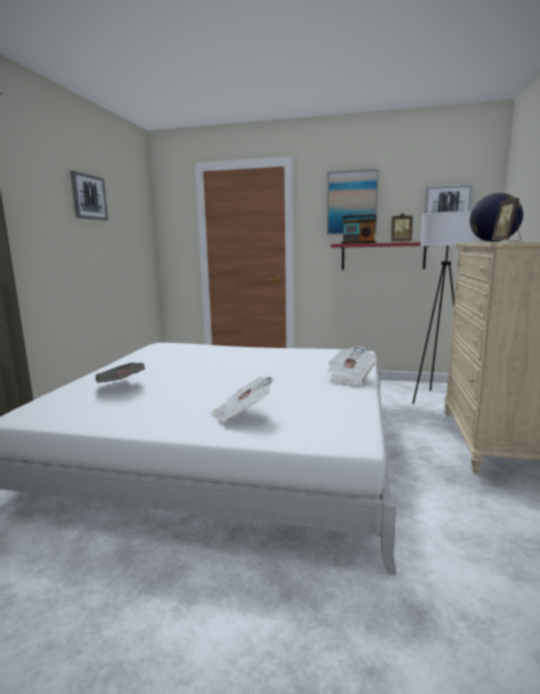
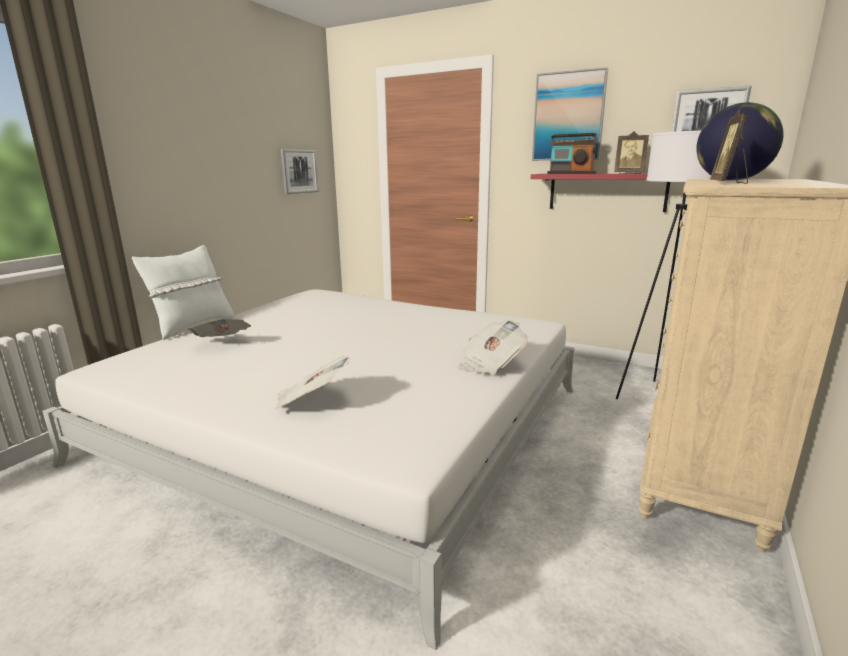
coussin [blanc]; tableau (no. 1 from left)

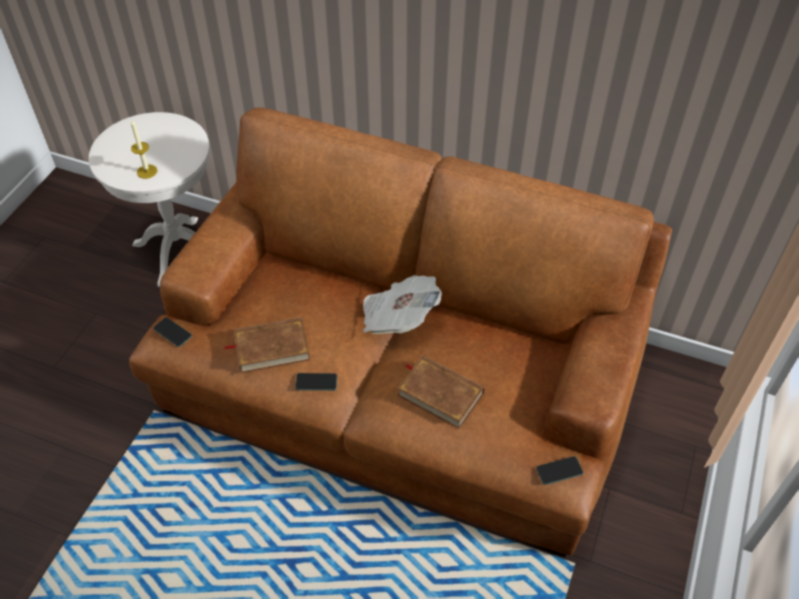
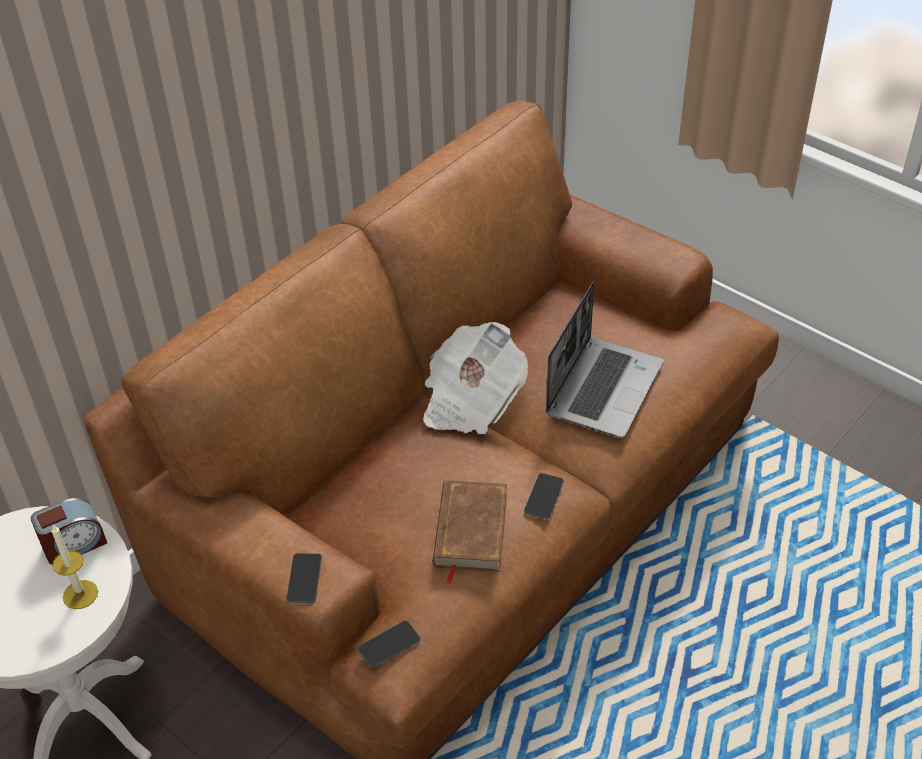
réveil; téléphone (no. 1 from left); ordinateur portable

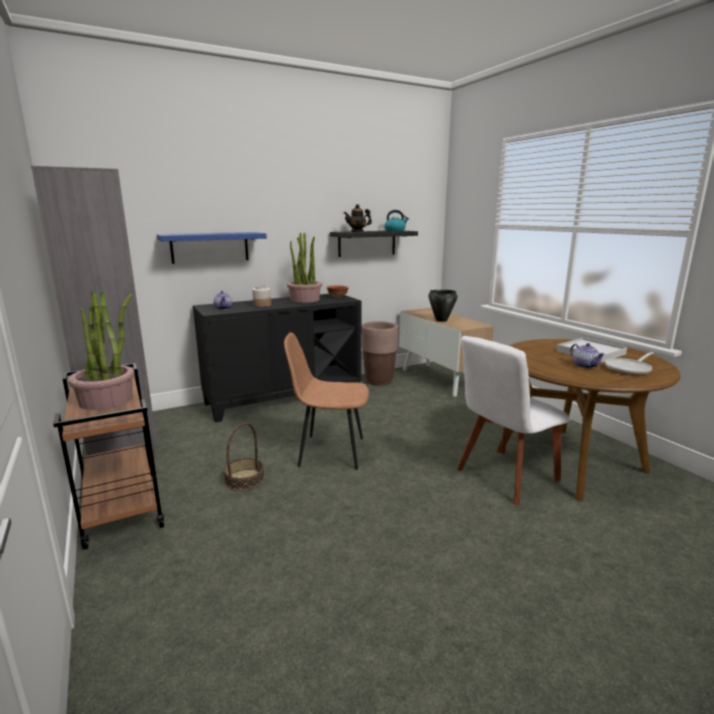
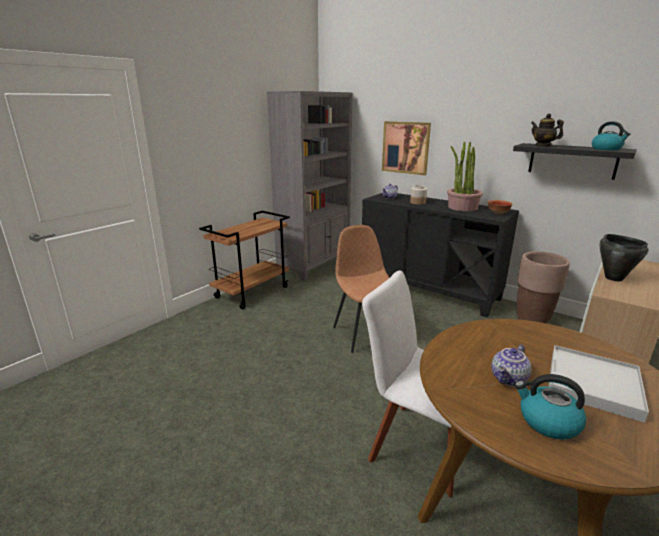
tableau; bouilloire (no. 1 from left); plante en pot (no. 1 from left in the first image); panier

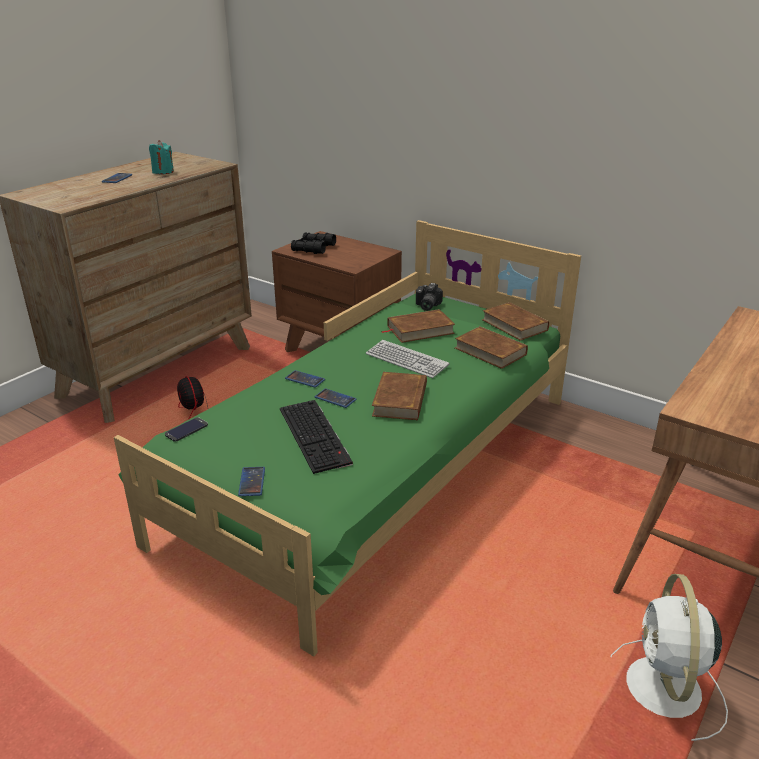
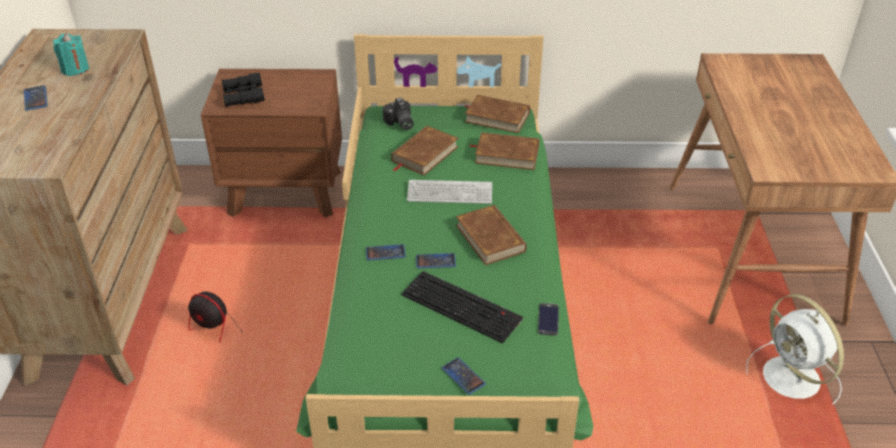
téléphone (no. 5 from left)

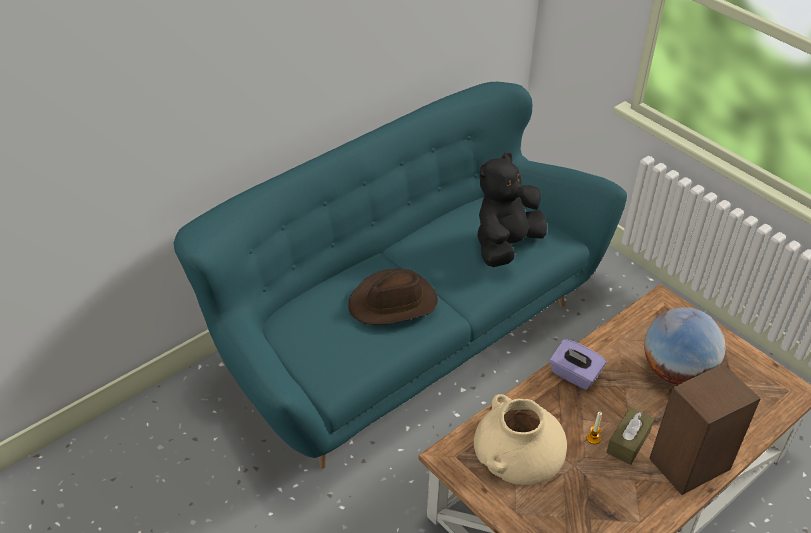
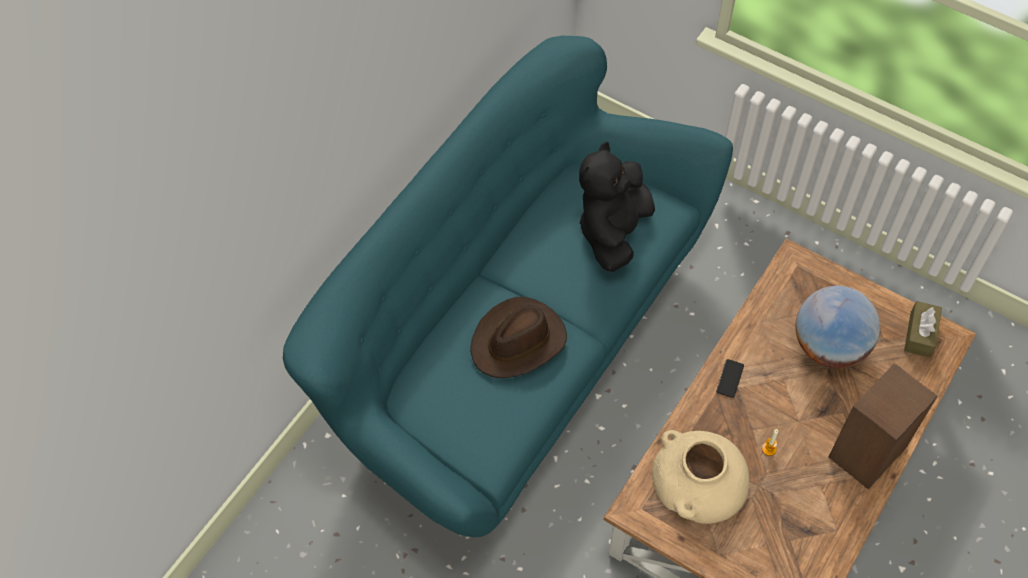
téléphone; boîte à mouchoirs [marron]

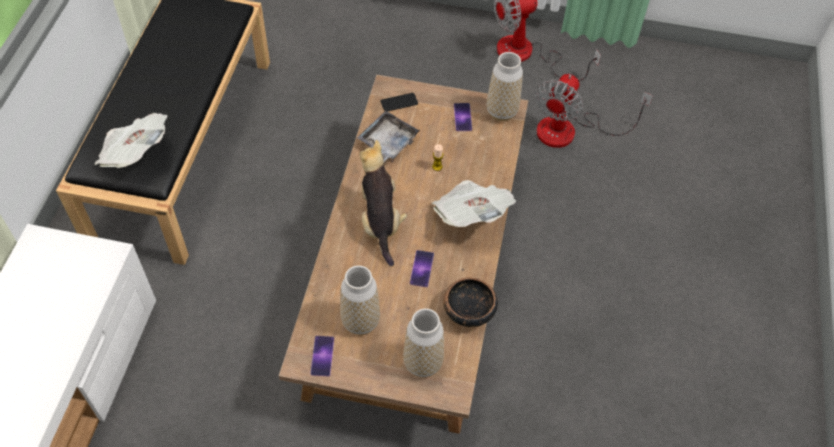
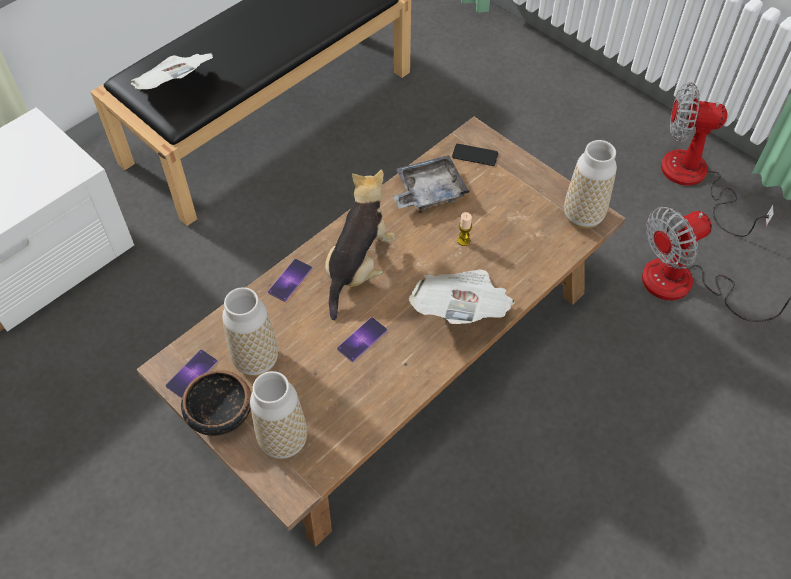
bol; téléphone (no. 2 from left)

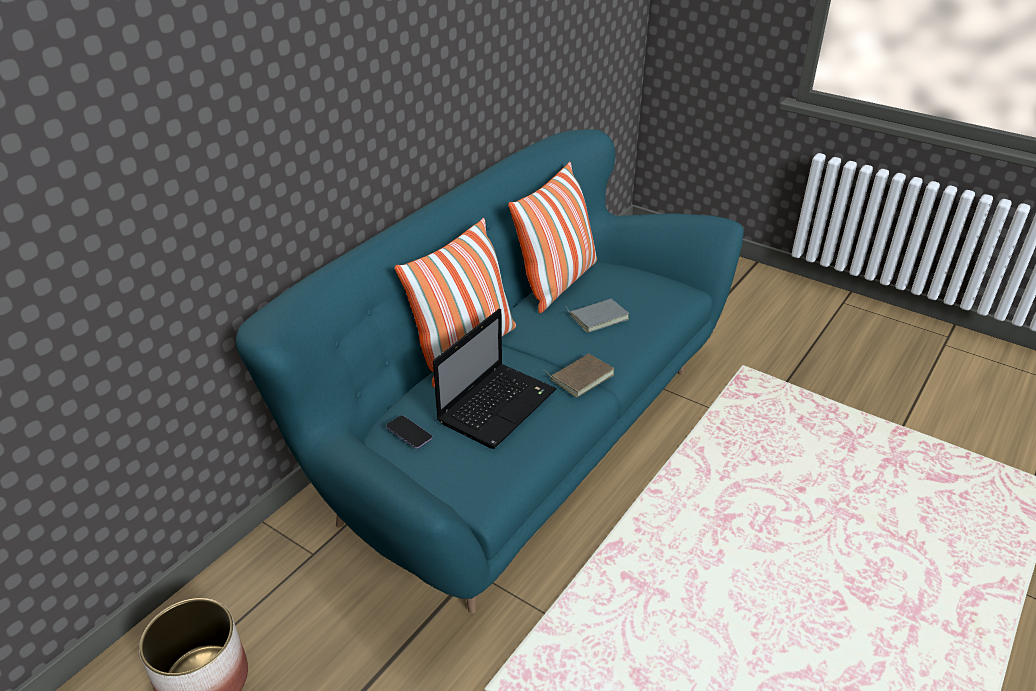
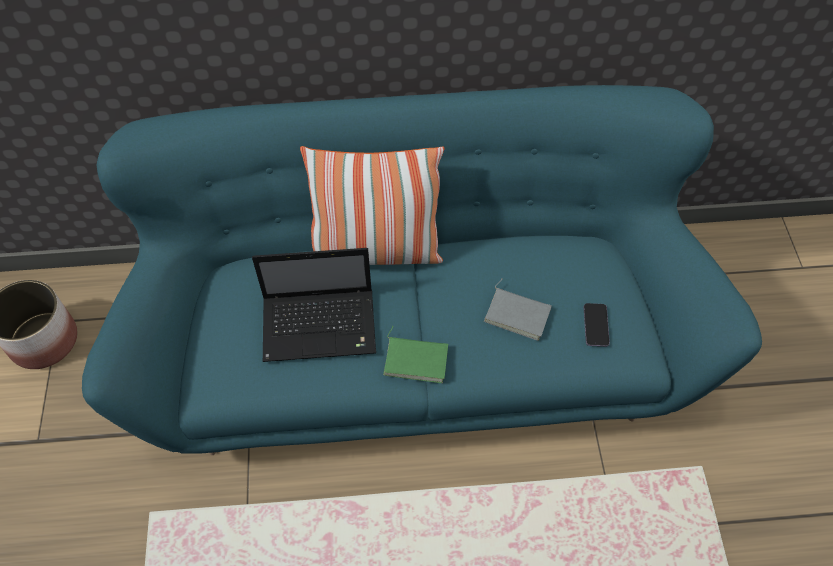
livre [vert]; téléphone; coussin (no. 2 from left in the first image)

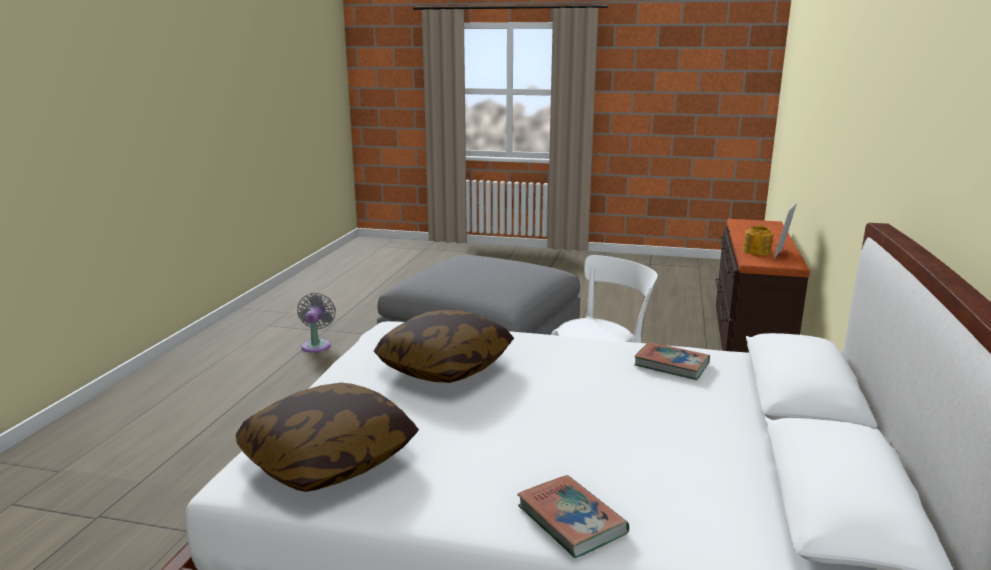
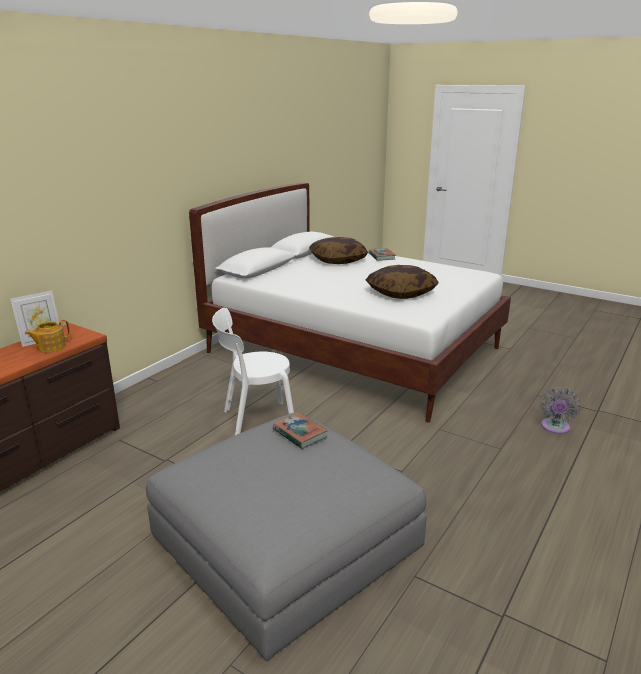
livre (no. 1 from left); coussin (no. 1 from left); ventilateur [gris]

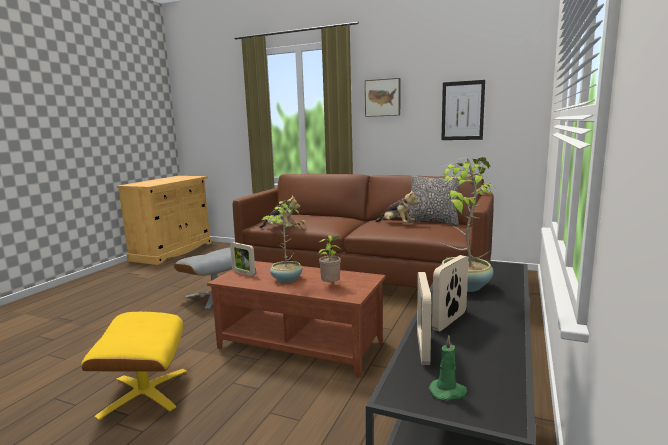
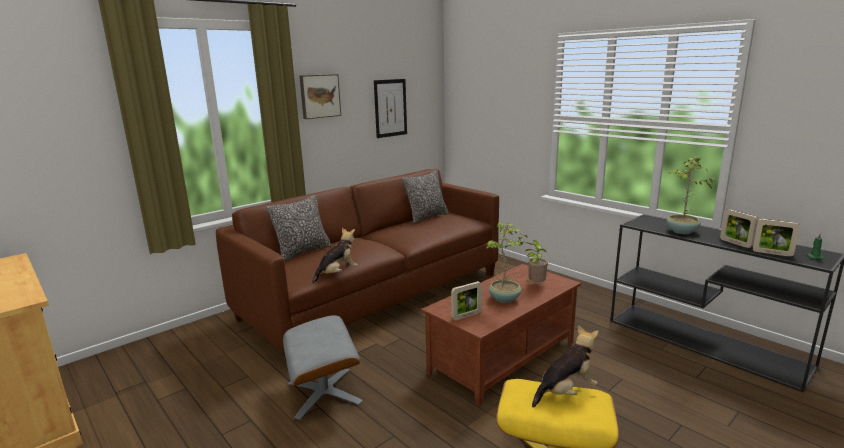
coussin (no. 1 from left); peluche (no. 2 from left)

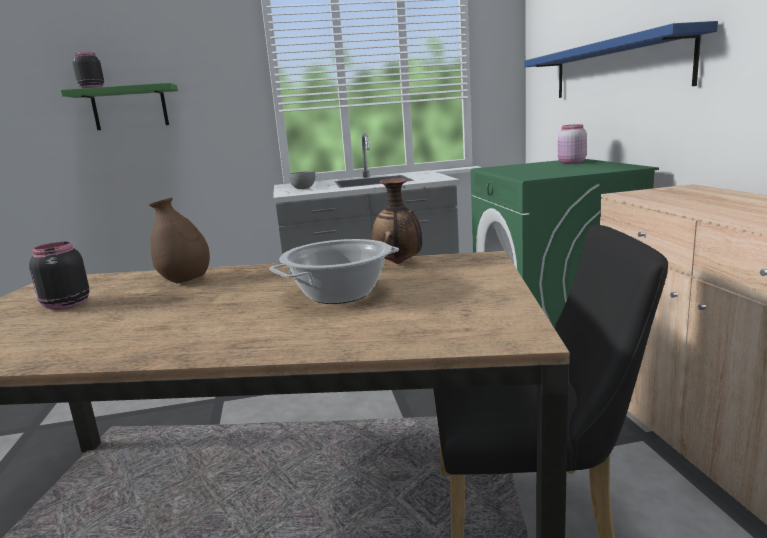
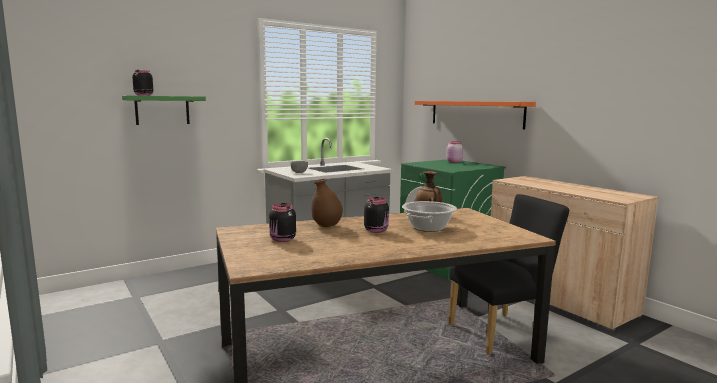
bocal [noir] (no. 3 from left); étagère [orange]

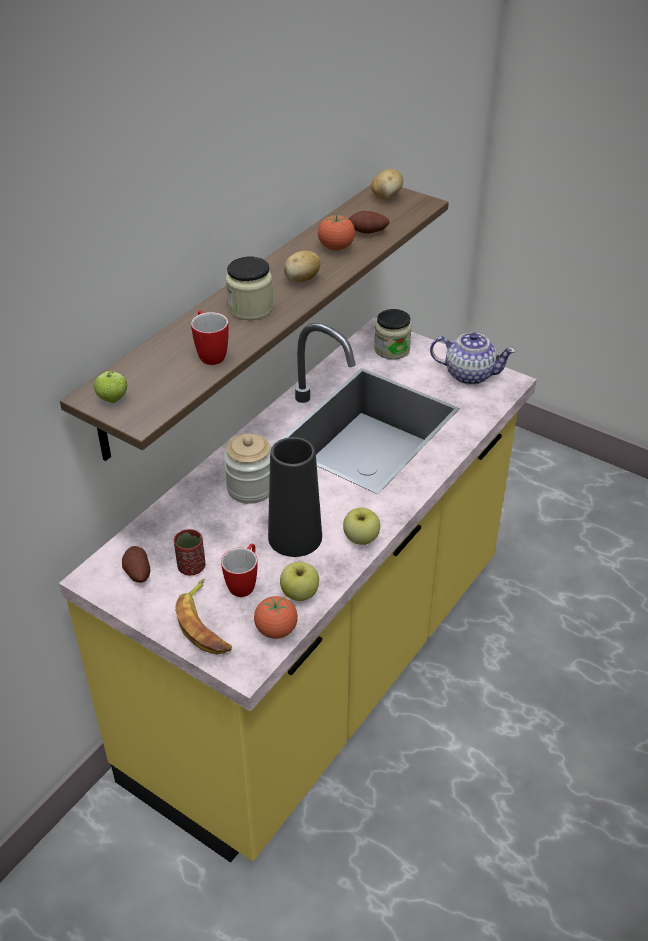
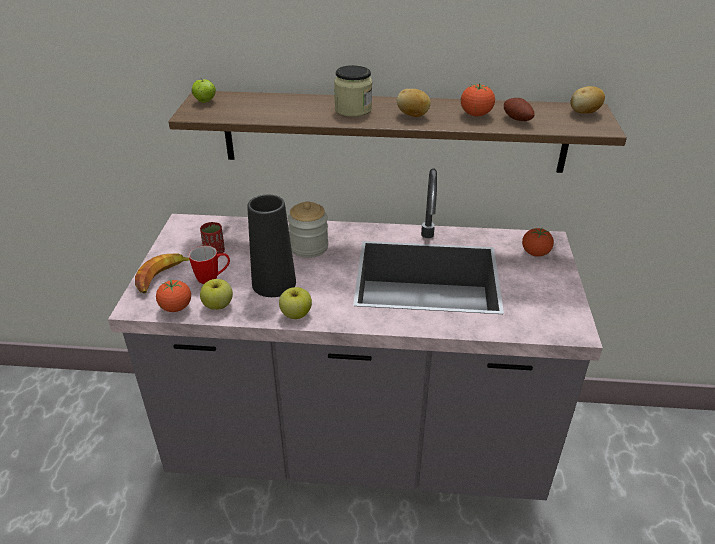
comptoir de cuisine [gris]; tomate (no. 3 from left); pomme de terre (no. 1 from left in the first image); mug (no. 1 from left in the first image); théière

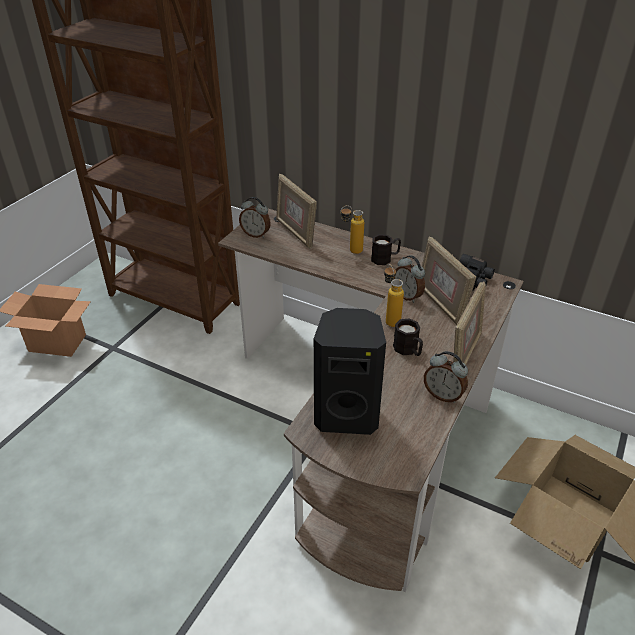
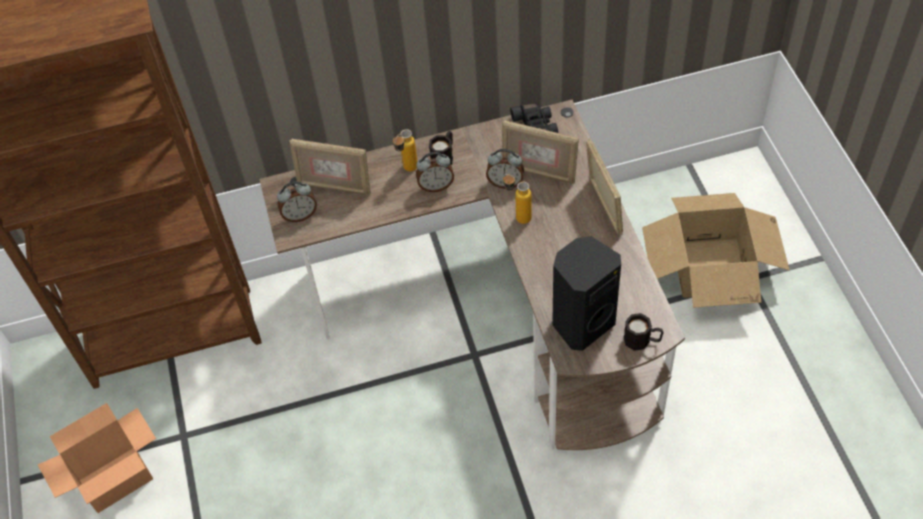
réveil (no. 2 from left); mug [noir] (no. 2 from left)

